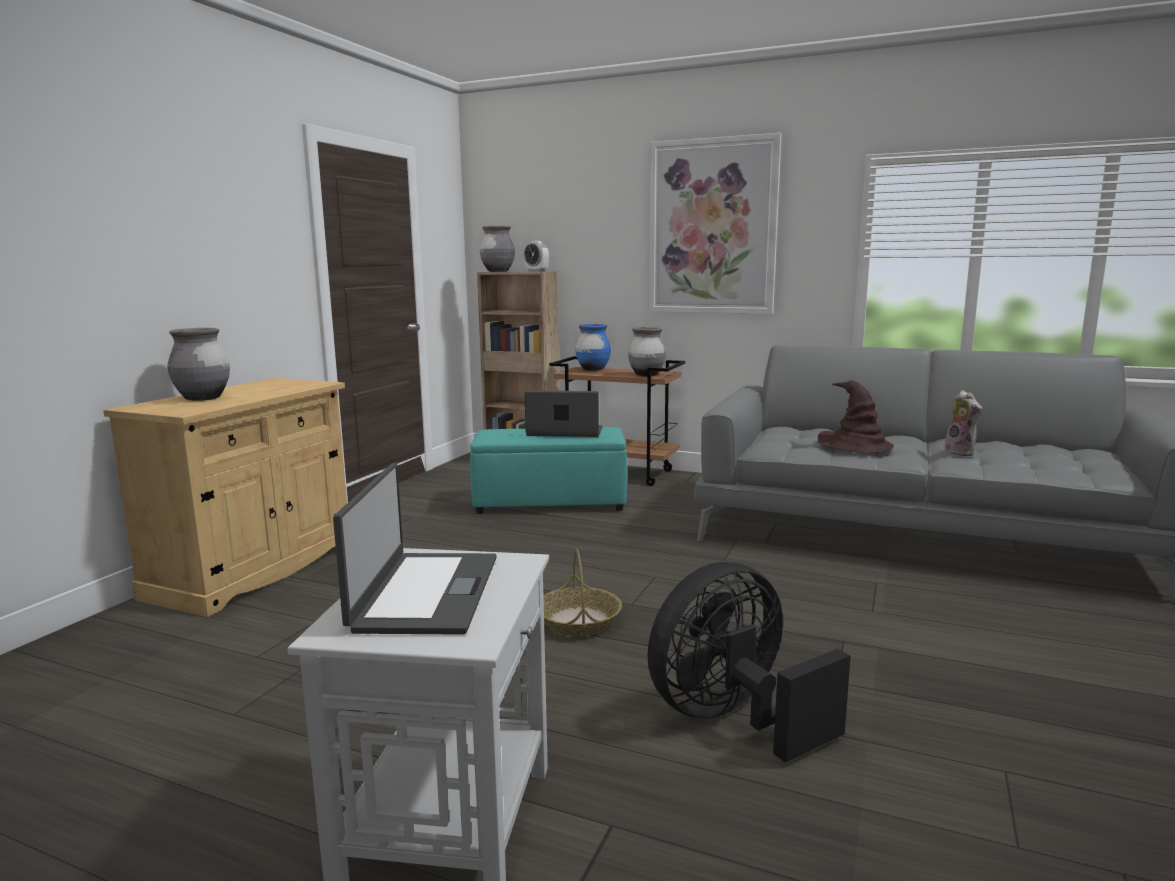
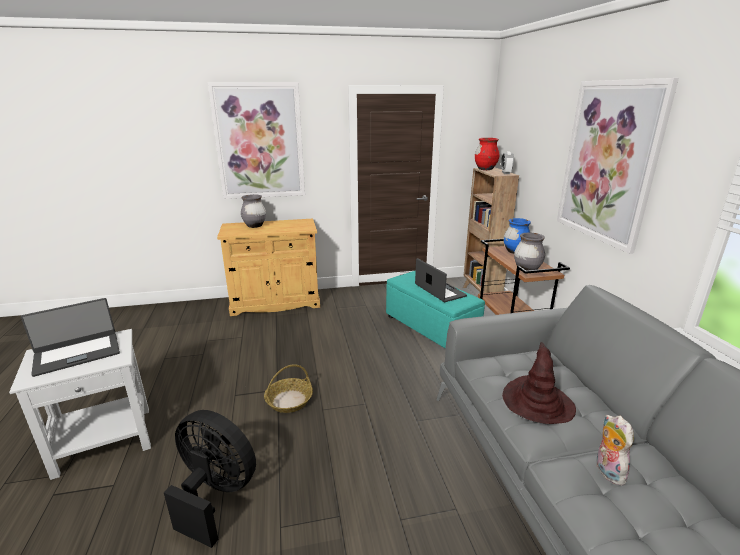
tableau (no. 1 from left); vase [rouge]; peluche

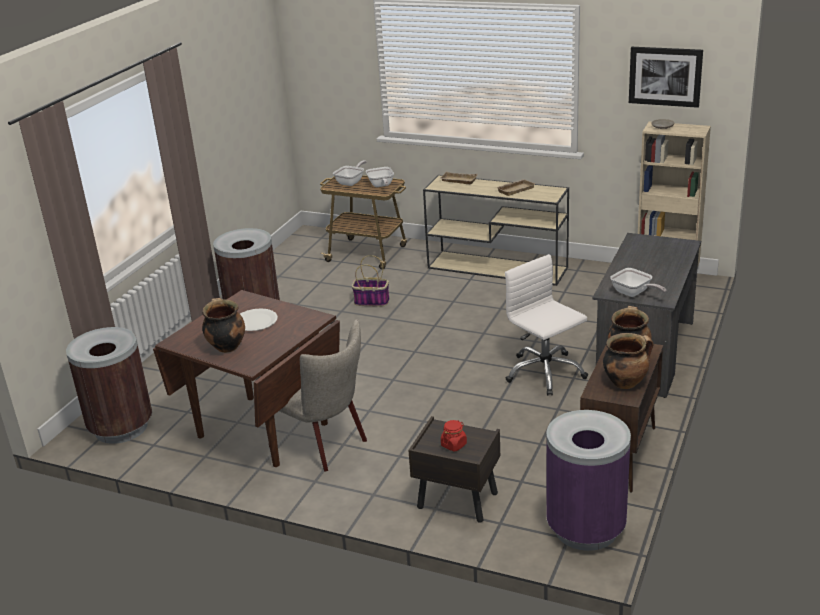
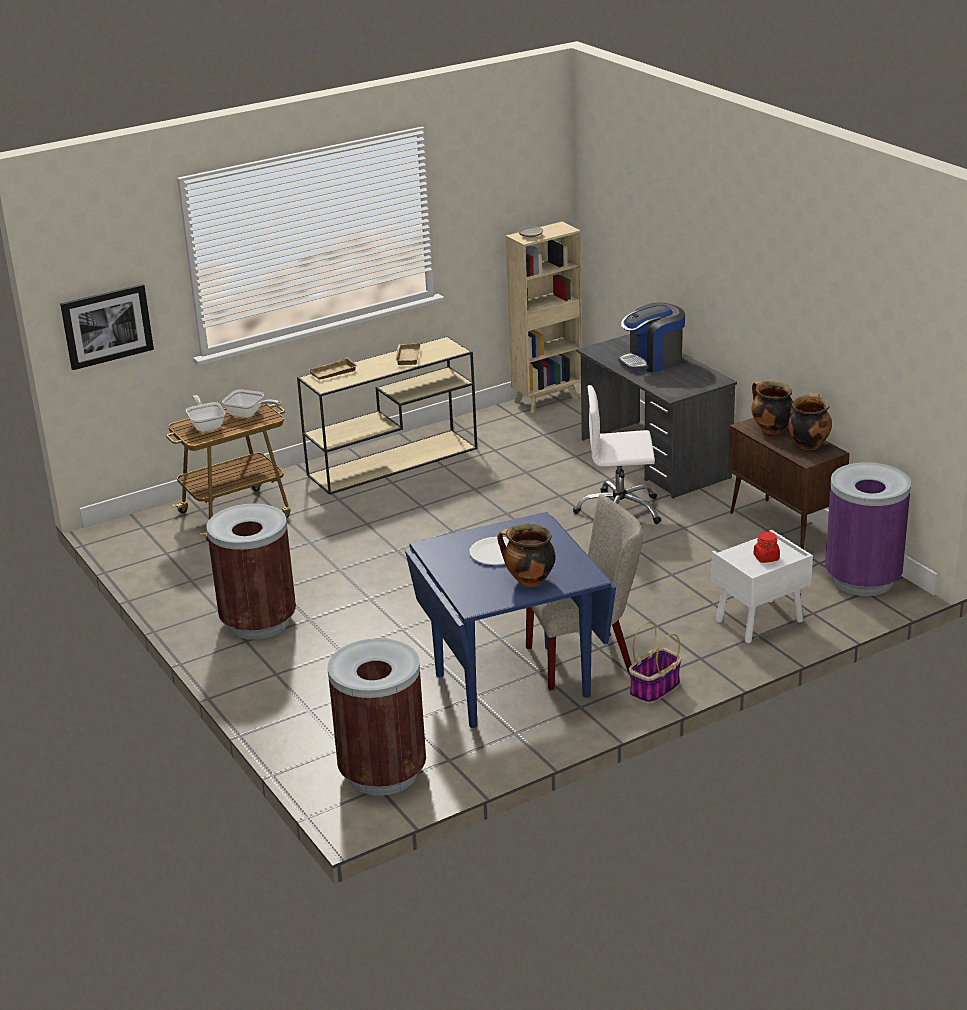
tableau; table à manger [bleu]; machine à café; panier; table de chevet [blanc]; poêle (no. 3 from left in the first image)

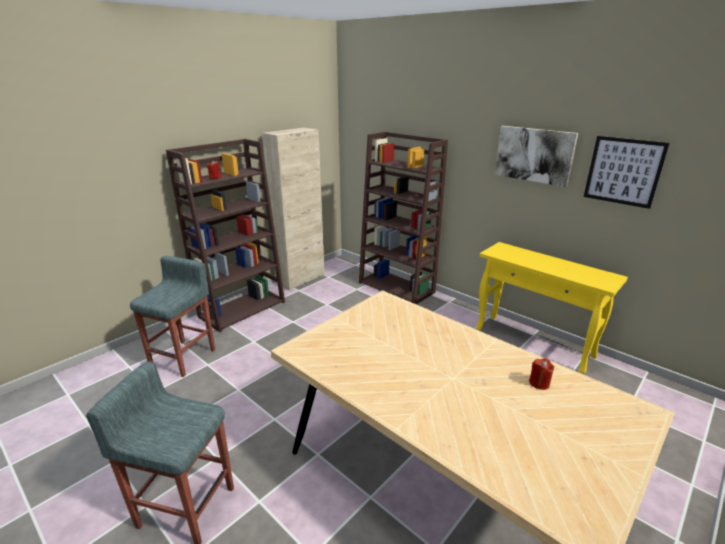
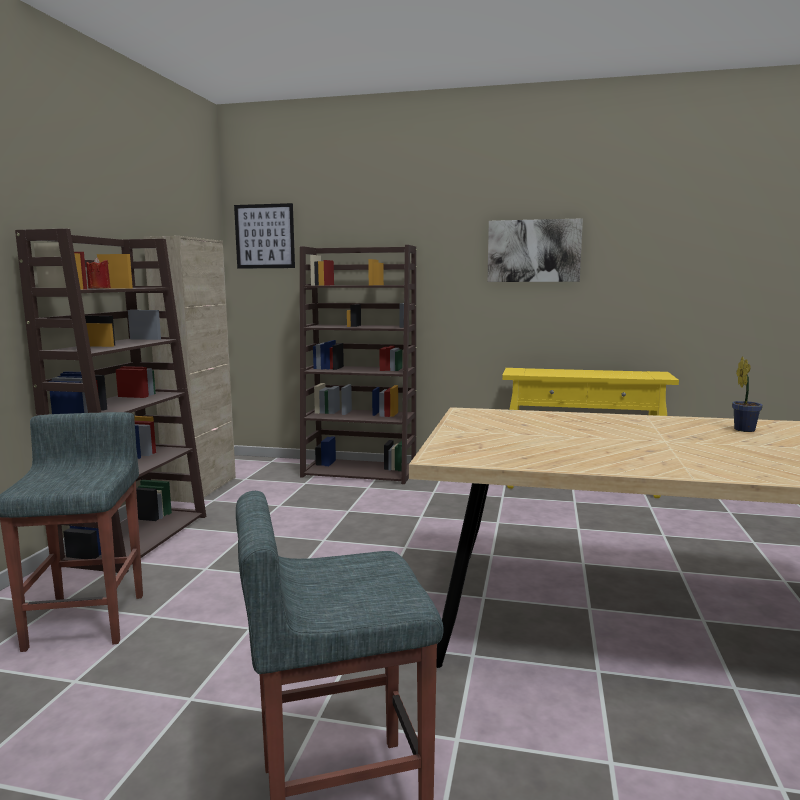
tableau (no. 1 from left); plante en pot

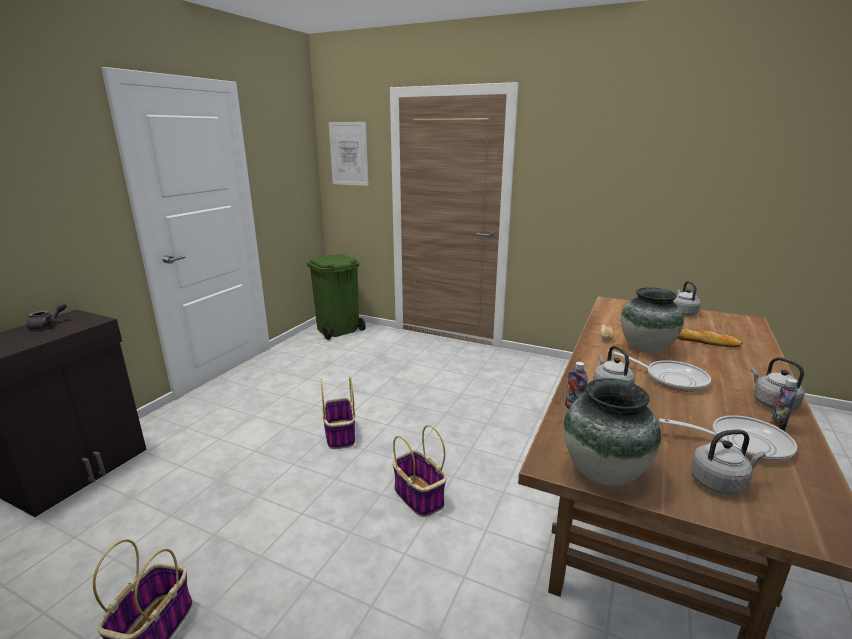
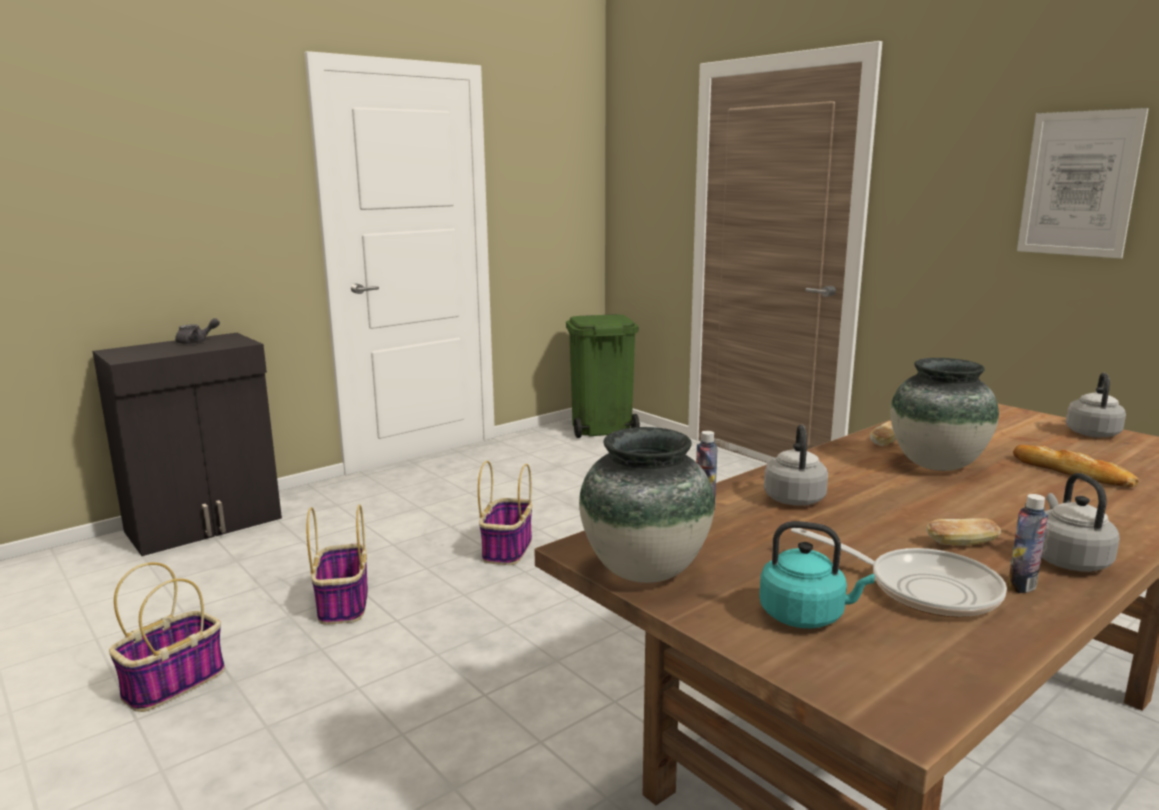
panier (no. 2 from left); bouilloire [turquoise]; pain (no. 2 from left); tableau; poêle (no. 1 from left in the first image)

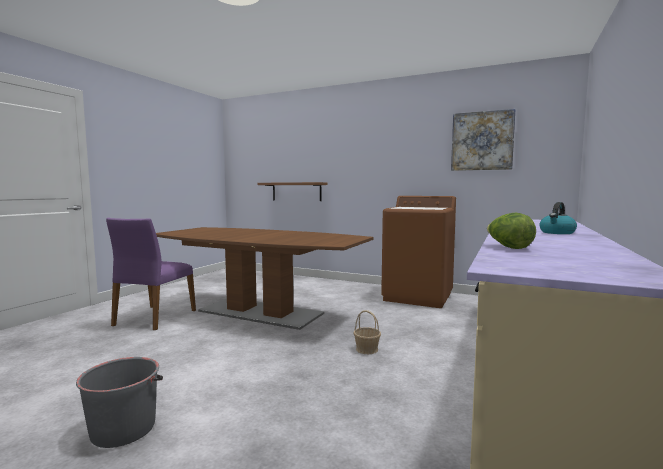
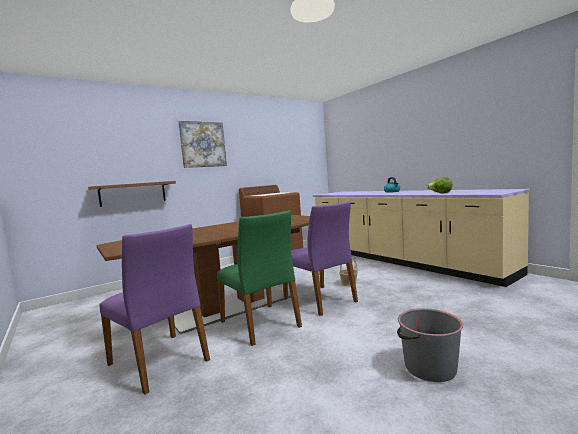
tableau; chaise [vert]; chaise [violet] (no. 2 from left)

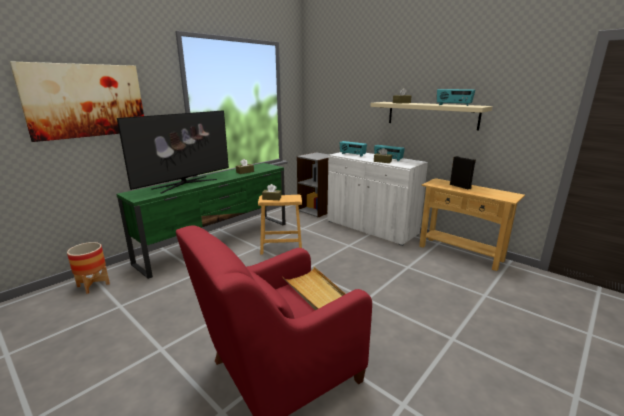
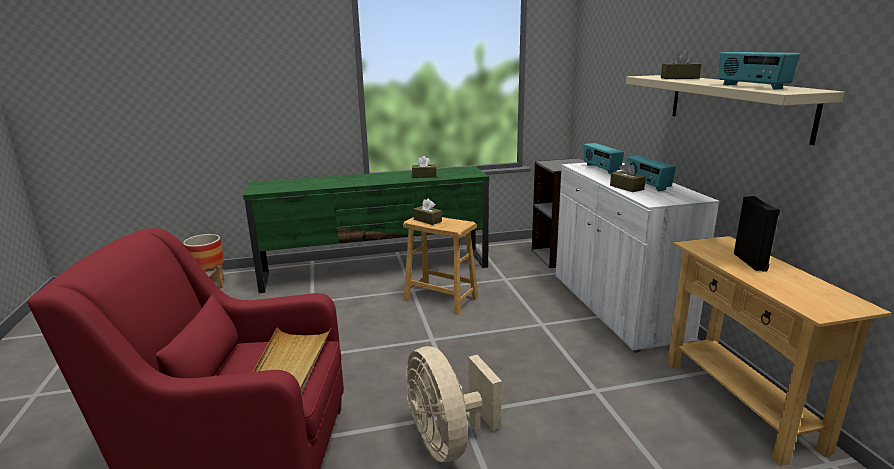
ventilateur [beige]; tableau; téléviseur

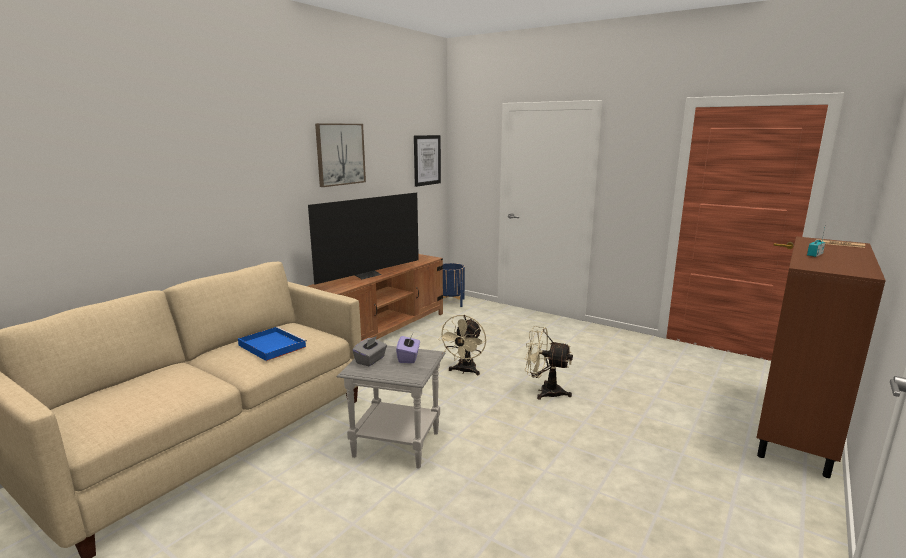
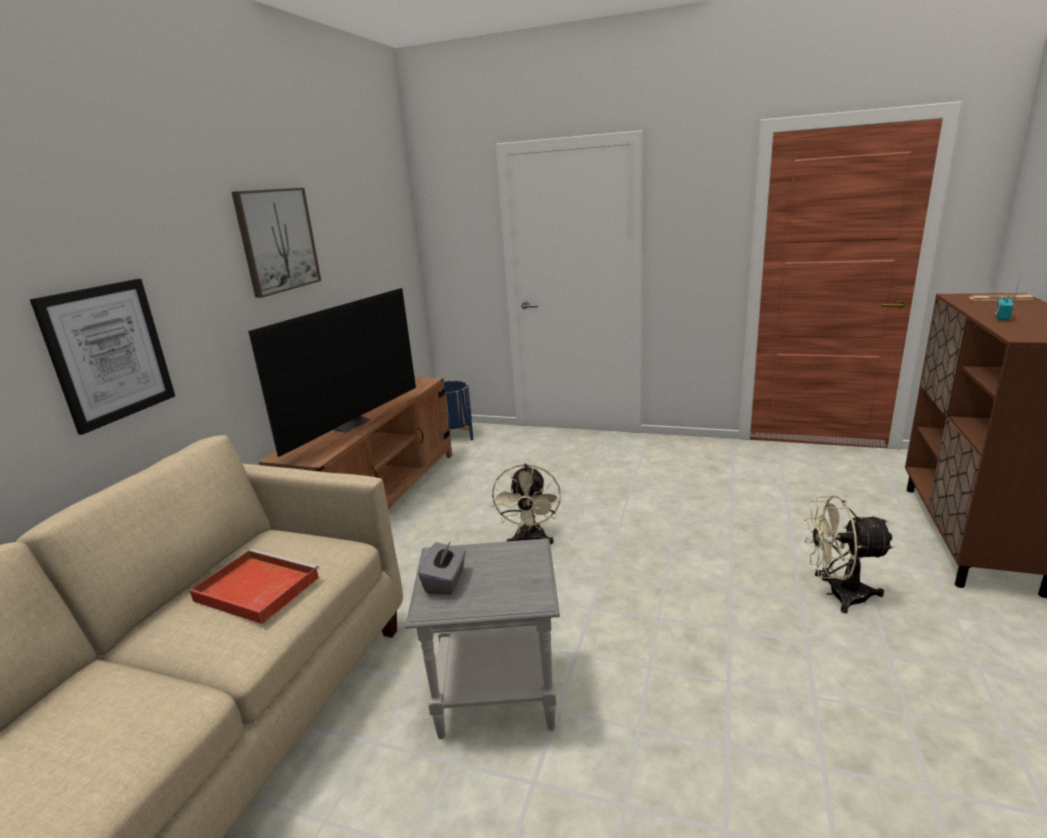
tableau (no. 1 from left); plateau [rouge]; ventilateur [beige] (no. 2 from left); boîte à mouchoirs [violet]

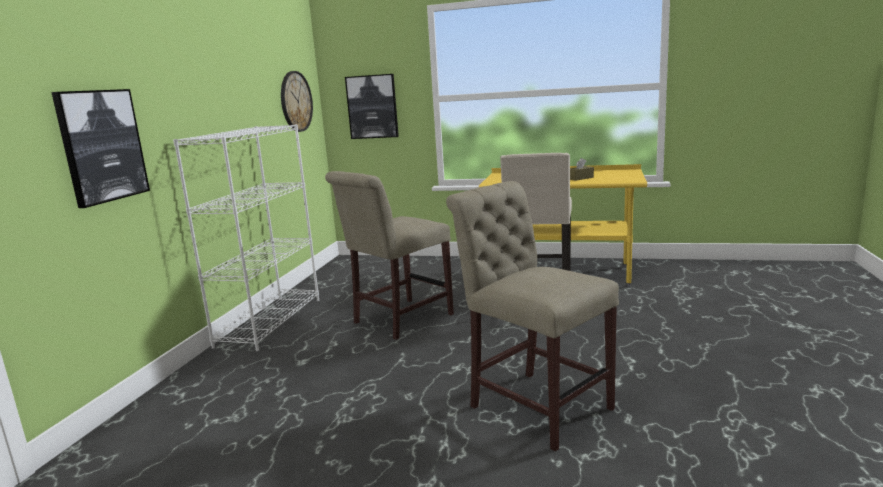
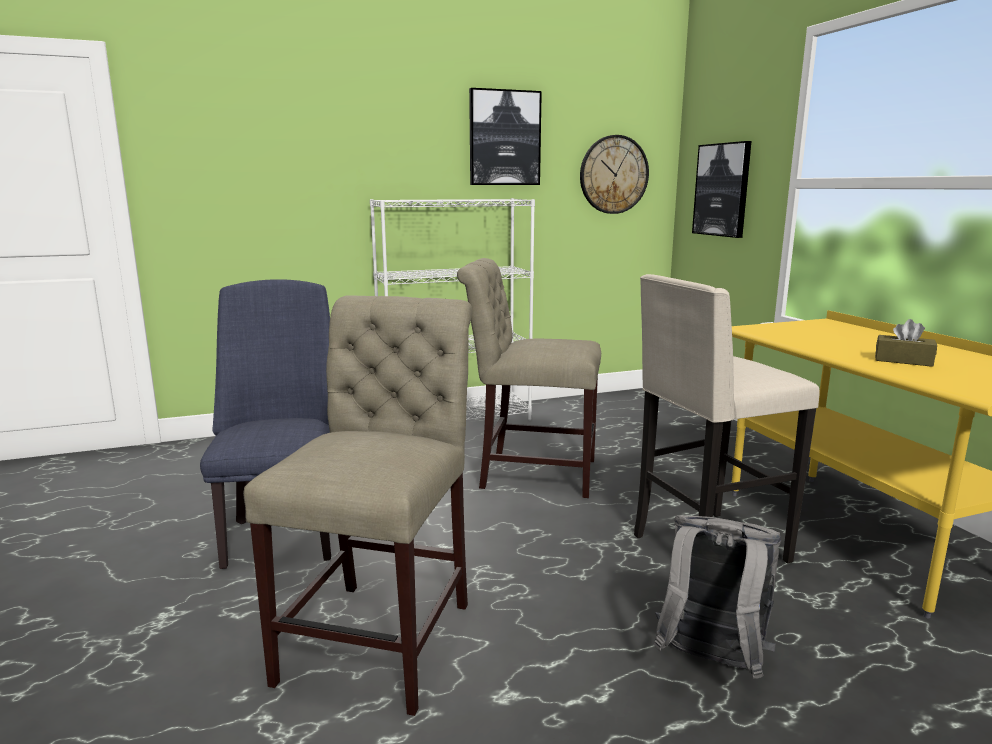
chaise [bleu]; tableau (no. 1 from left); sac à dos [gris]

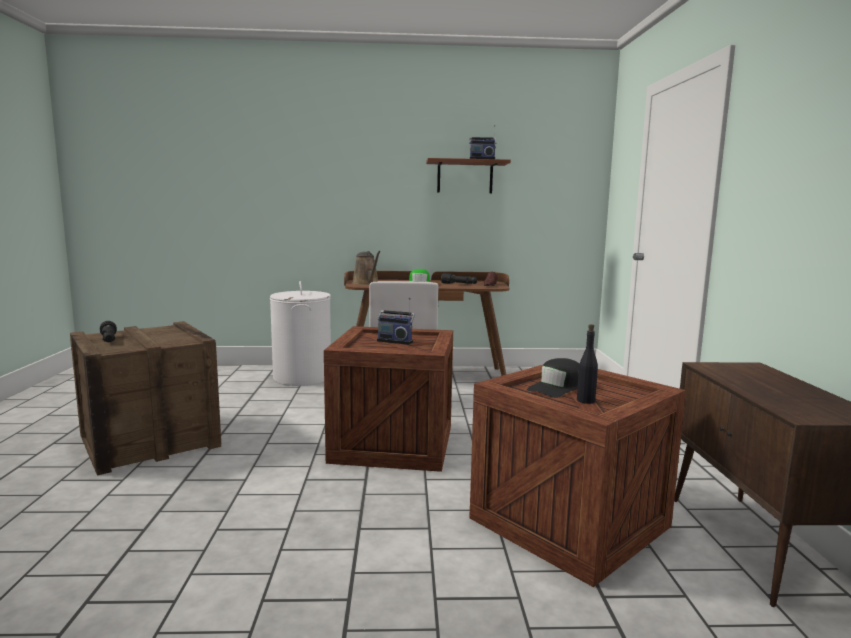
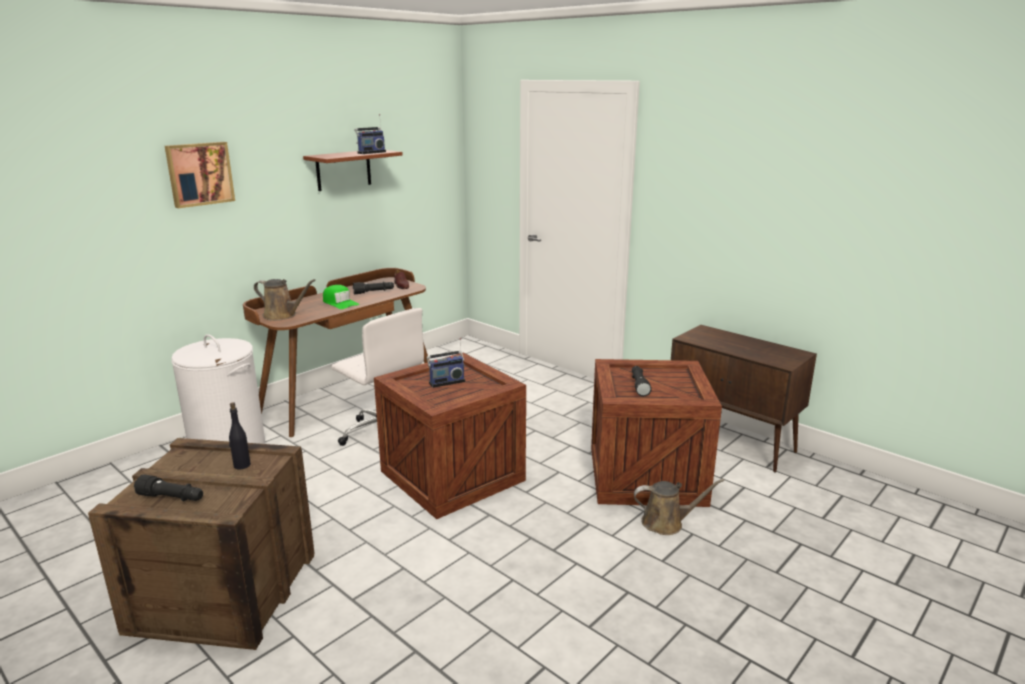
tableau; bouteille [noir]; lampe de poche [noir] (no. 3 from left); arrosoir [marron] (no. 2 from left)

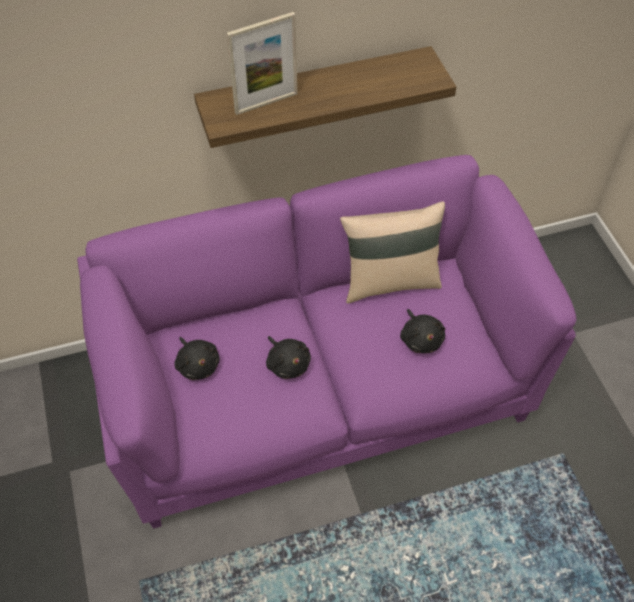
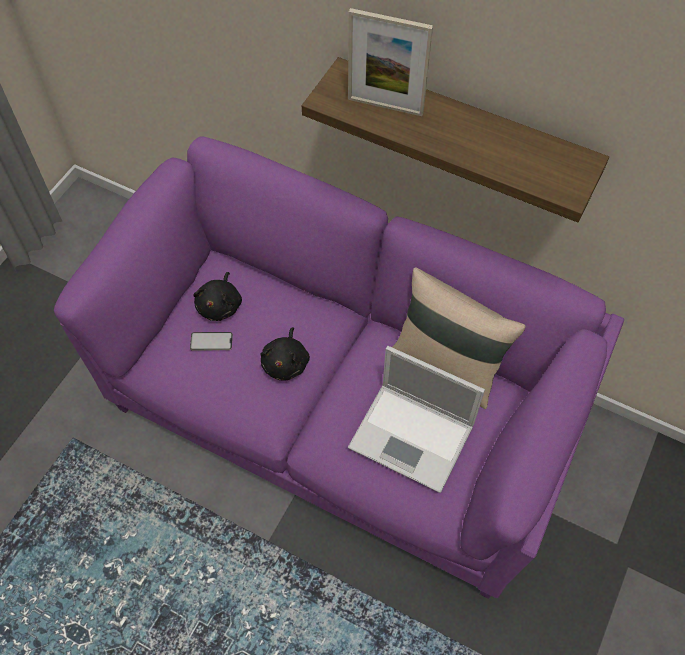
téléphone; ordinateur portable

